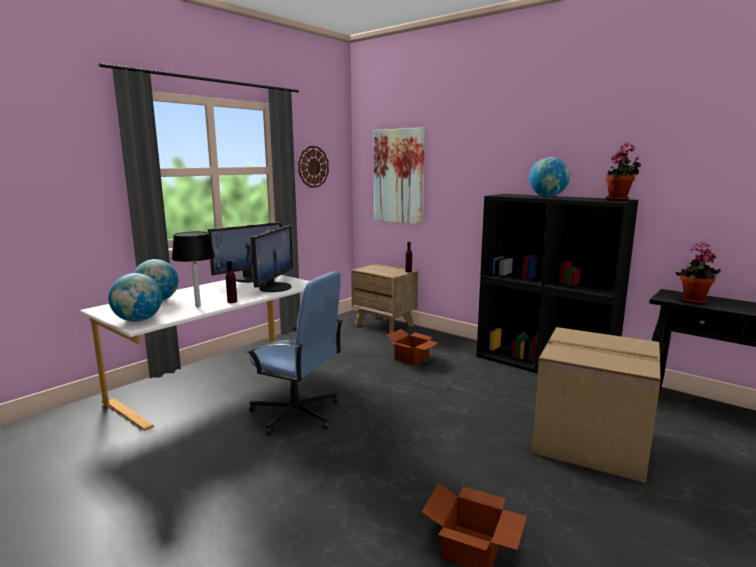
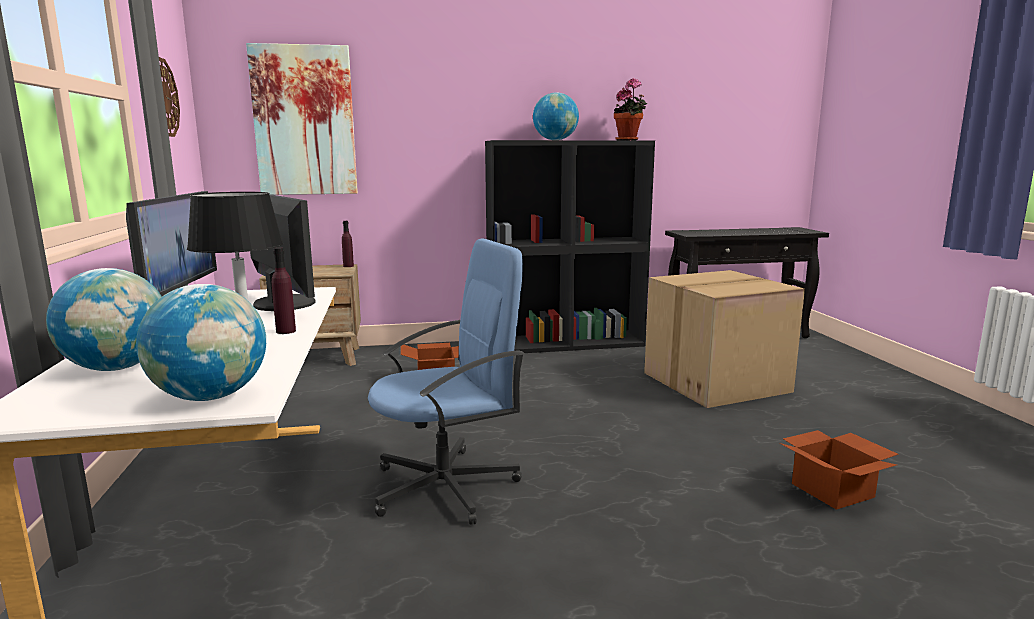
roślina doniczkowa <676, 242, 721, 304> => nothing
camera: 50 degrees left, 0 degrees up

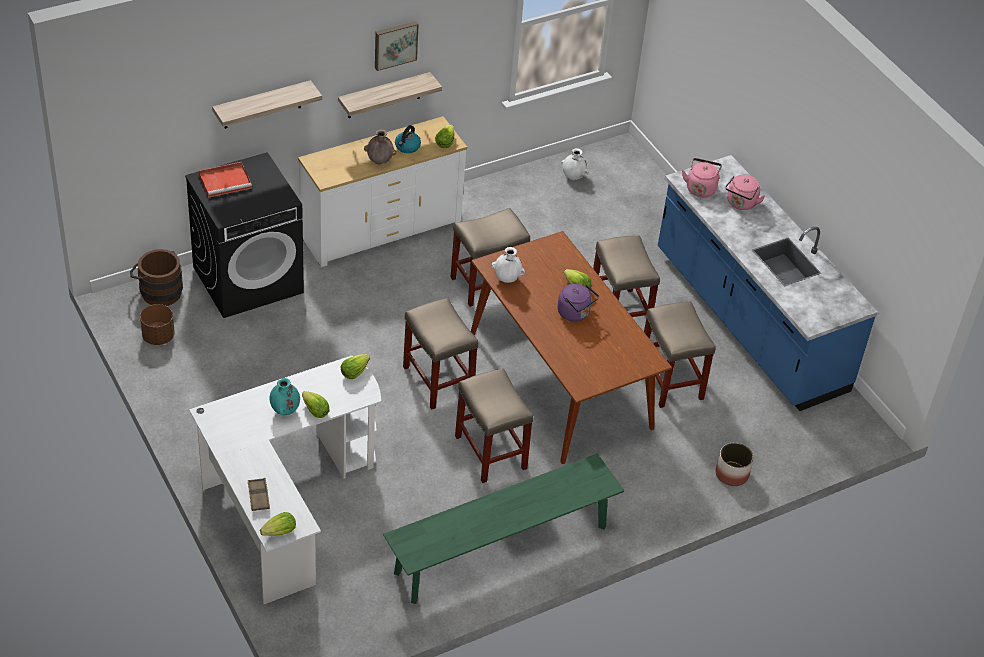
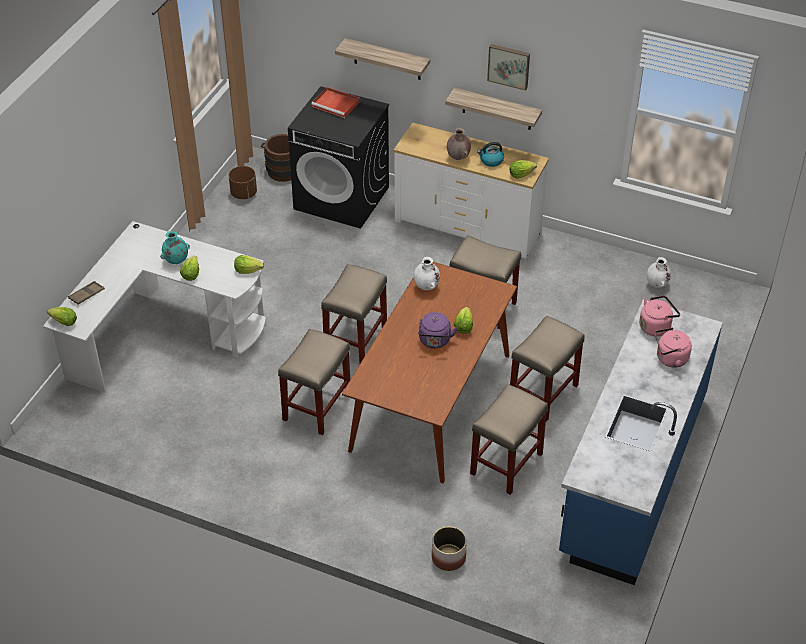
ławka/zielony <383, 454, 624, 604> => nothing
camera: 55 degrees right, 0 degrees up

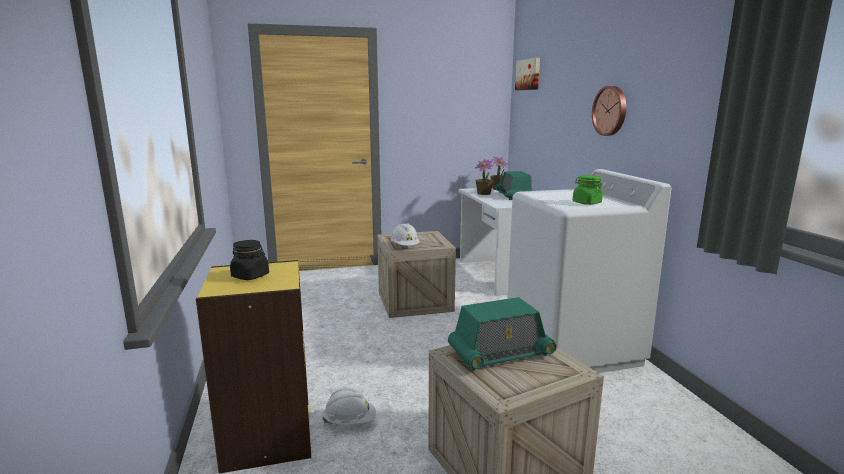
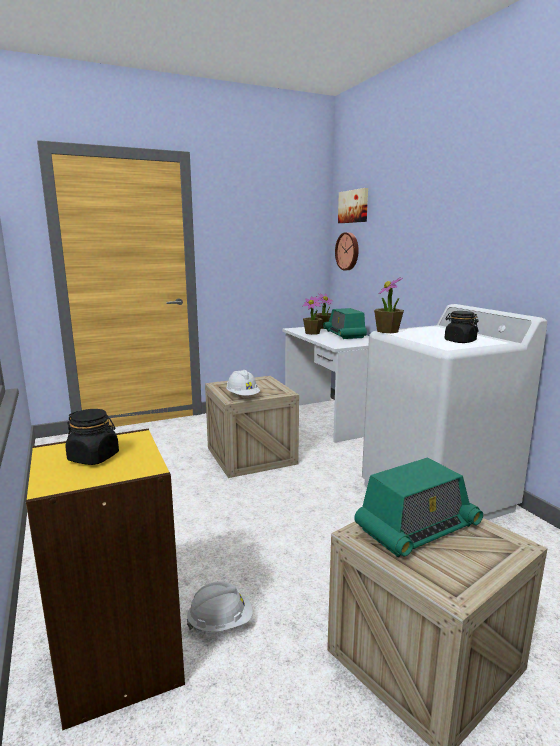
zegar ścienny <592, 86, 626, 136> => zegar ścienny <335, 232, 359, 270>, move
słoik/zielony <573, 175, 603, 205> => słoik/czarny <444, 311, 479, 343>
nothing => roślina doniczkowa <374, 278, 404, 333>
camera: 10 degrees left, 0 degrees up

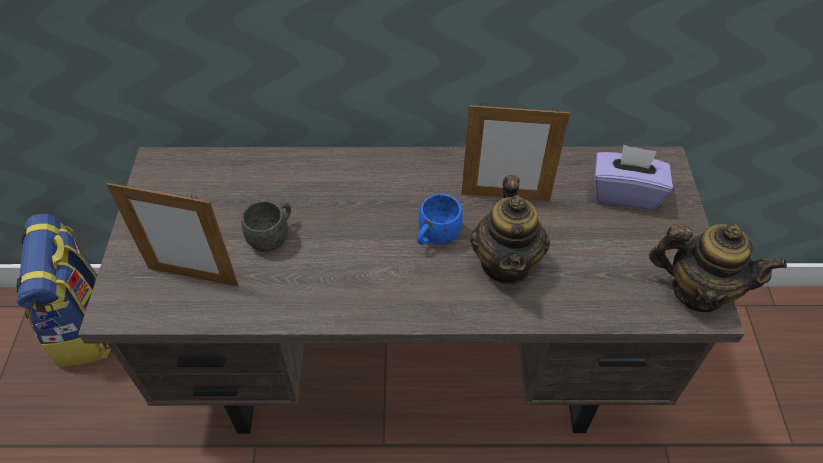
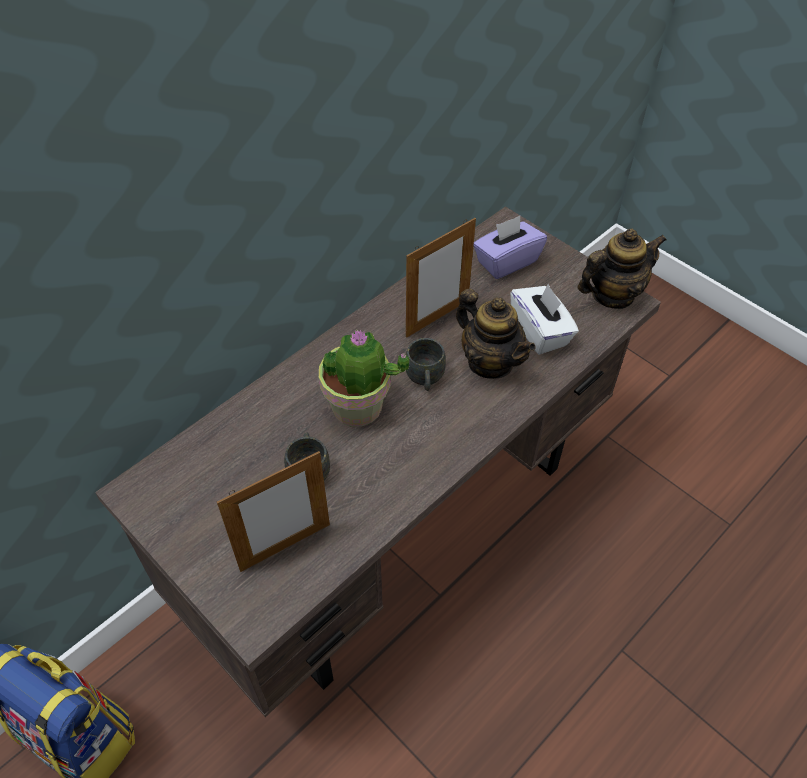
kubek/niebieski <417, 194, 463, 245> => kubek/szary <406, 338, 446, 391>
nothing => pudełko chusteczek/biały <510, 284, 579, 355>
nothing => roślina doniczkowa <319, 329, 409, 427>
camera: 45 degrees left, 0 degrees up

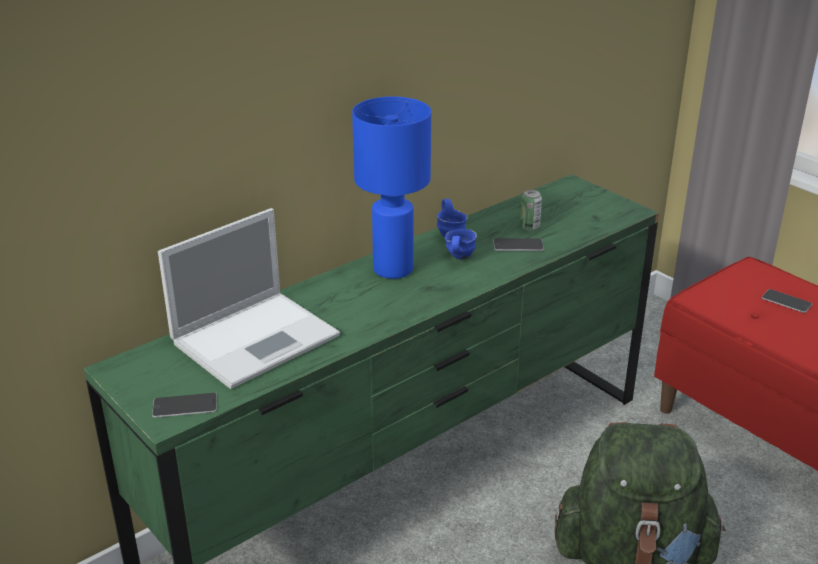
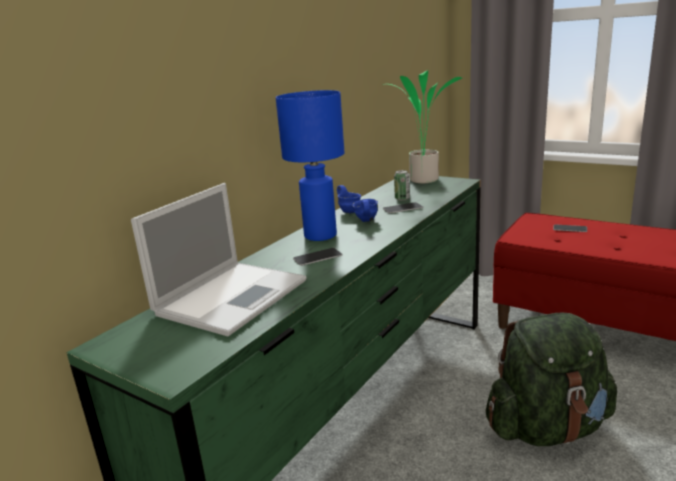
telefon <152, 393, 217, 418> => telefon <293, 248, 343, 266>, move
nothing => roślina doniczkowa <383, 70, 462, 183>
camera: 15 degrees left, 10 degrees down

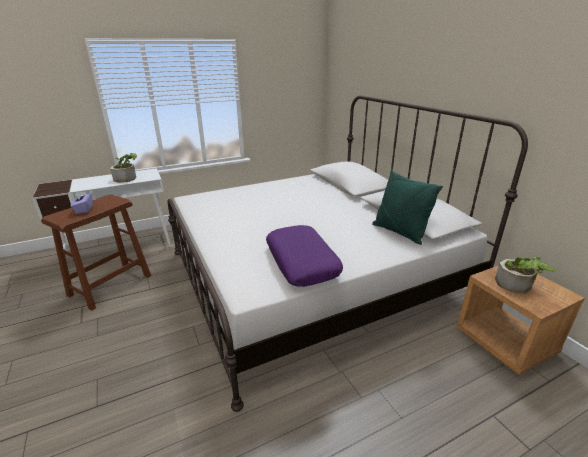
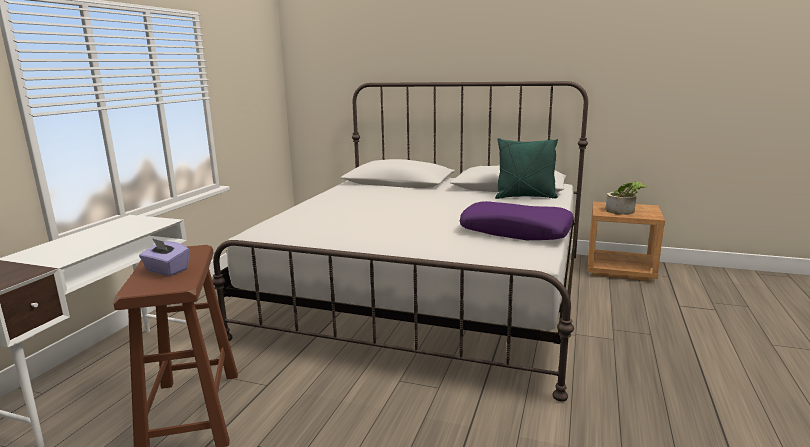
roślina doniczkowa <110, 153, 137, 183> => nothing
camera: 45 degrees left, 10 degrees down

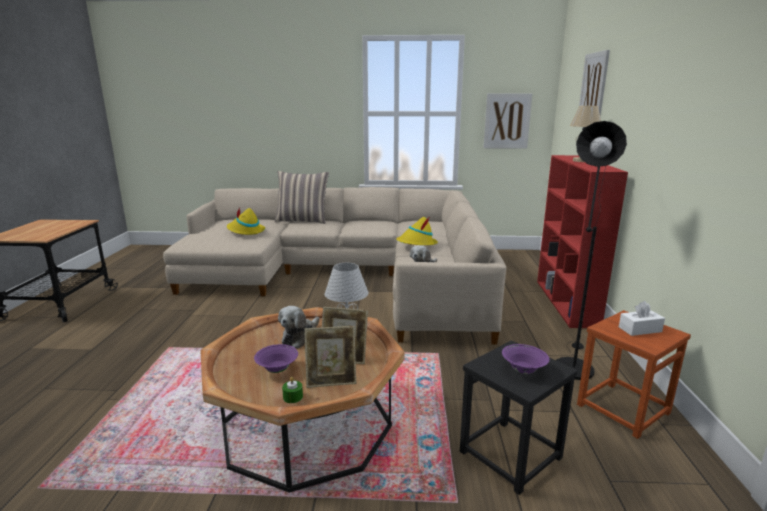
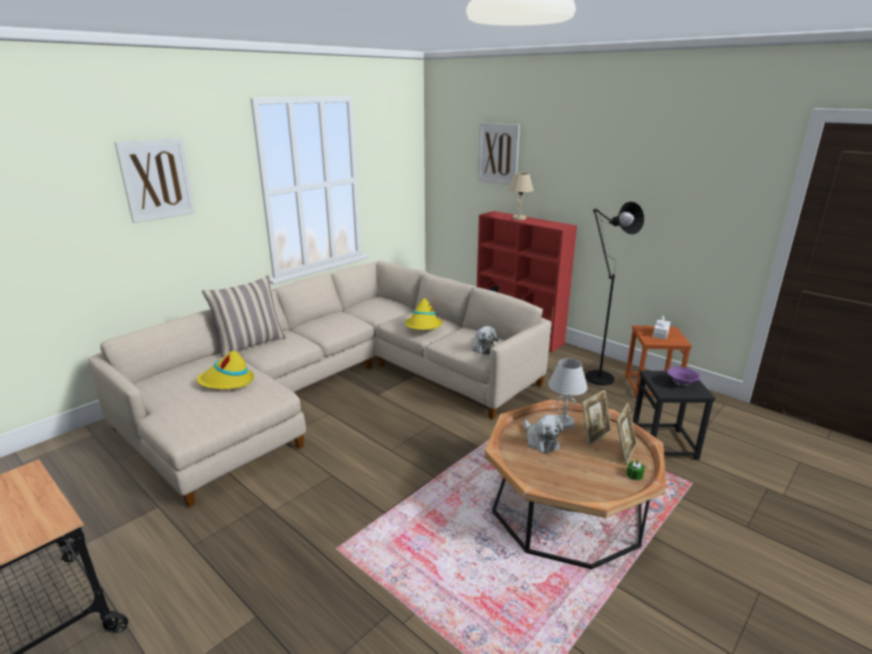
obraz <484, 93, 532, 149> => obraz <115, 138, 195, 223>, move
miska/fioletowy <254, 344, 298, 373> => nothing
camera: 50 degrees left, 5 degrees up

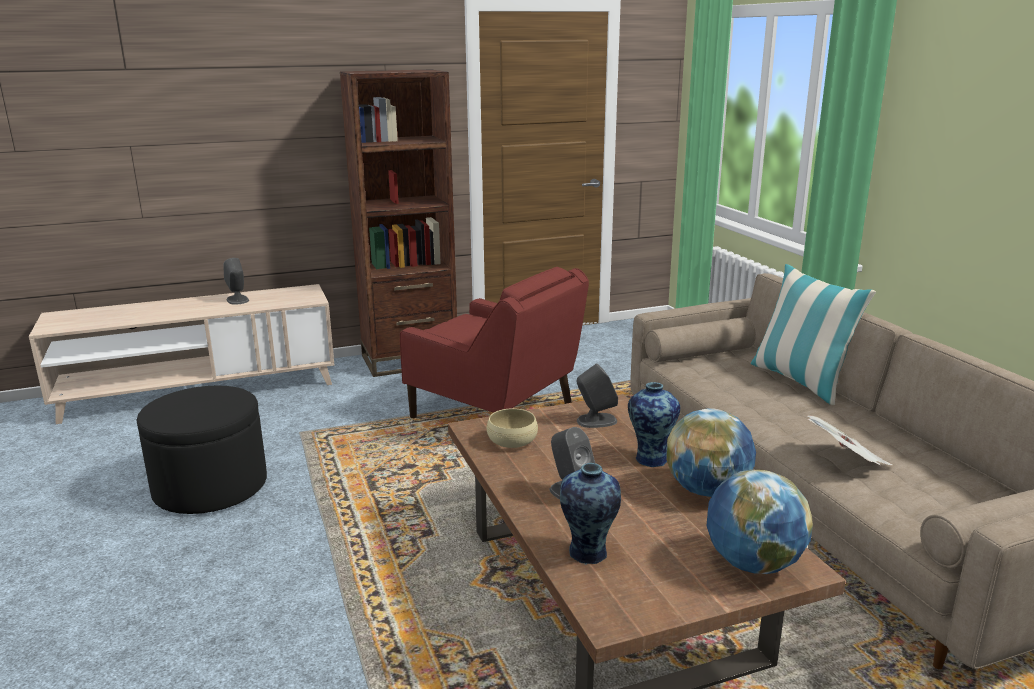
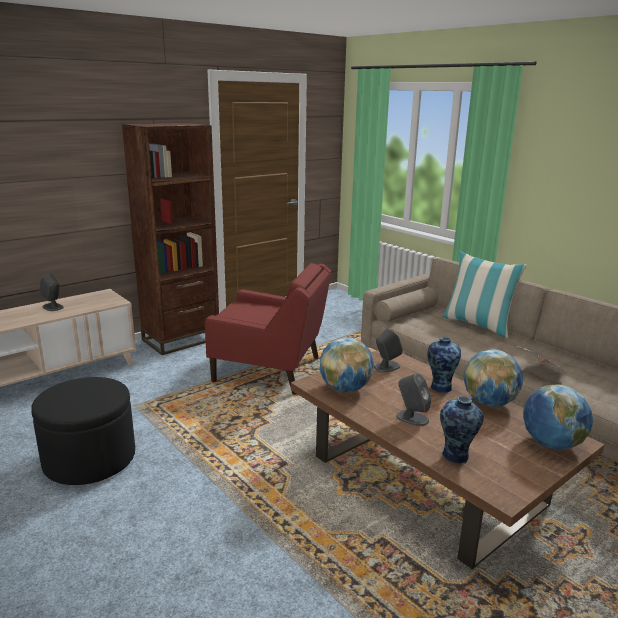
miska/beżowy <487, 408, 538, 448> => globus <320, 337, 374, 392>
camera: 20 degrees left, 0 degrees up

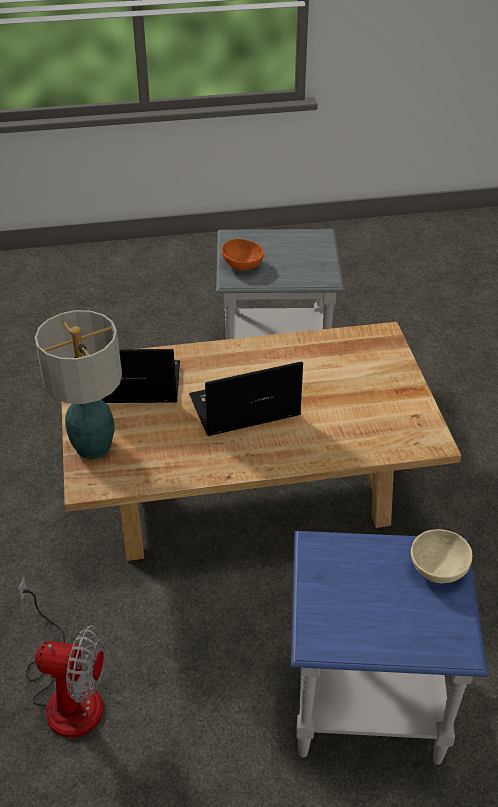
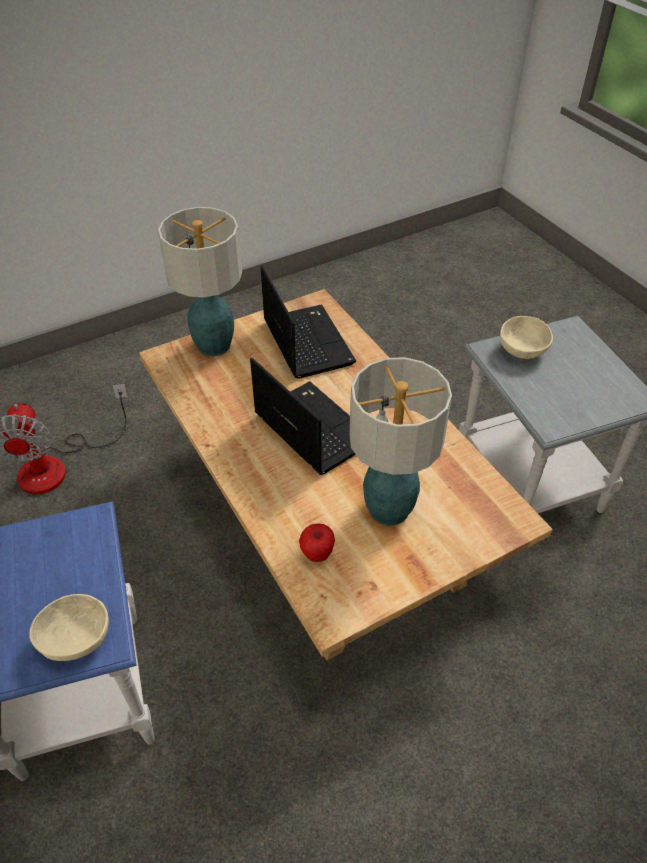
miska/pomarańczowy <221, 239, 264, 271> => miska/beżowy <500, 316, 553, 359>
nothing => lampa stołowa <349, 357, 452, 526>
nothing => jabłko <299, 523, 335, 562>
camera: 70 degrees right, 5 degrees up

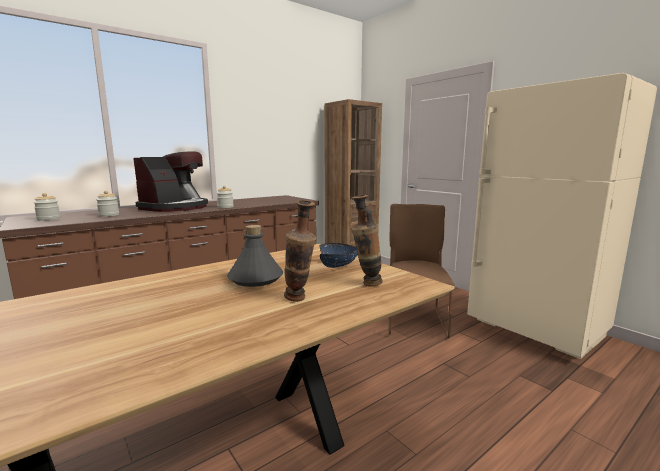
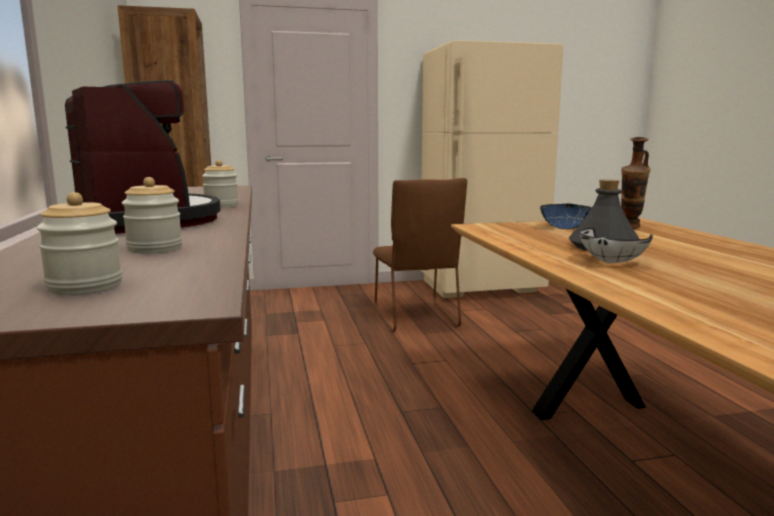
wazon <284, 200, 316, 302> => nothing
krzesło/brązowy <388, 204, 455, 338> => krzesło/brązowy <373, 178, 467, 332>, 135 degrees counterclockwise
nothing => miska/biały <579, 228, 653, 263>
camera: 65 degrees left, 0 degrees up

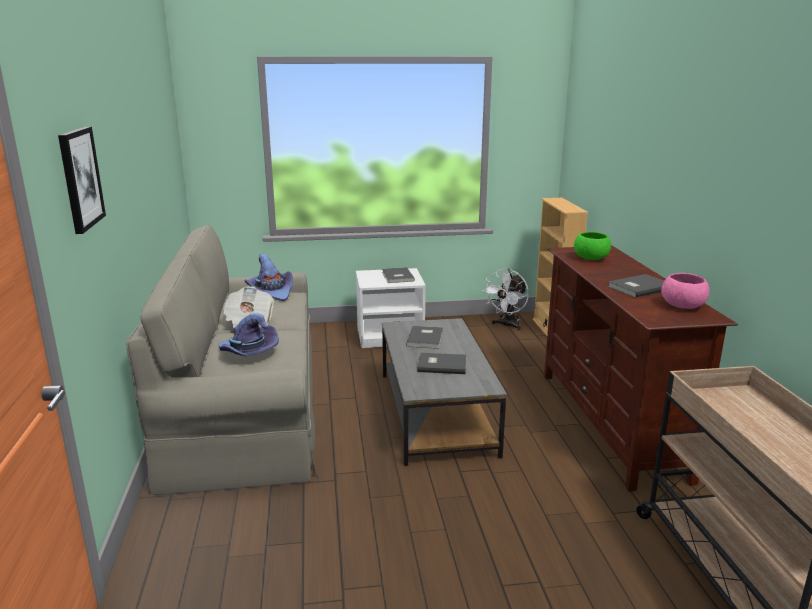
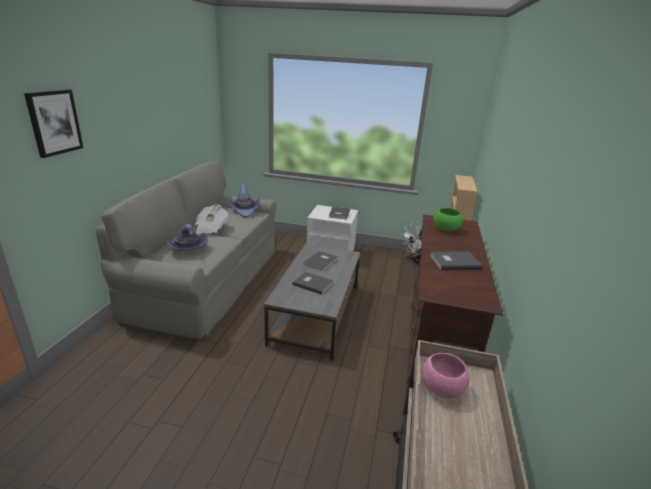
miska/różowy <661, 273, 709, 309> => miska/różowy <421, 353, 470, 398>, move
camera: 20 degrees right, 5 degrees up

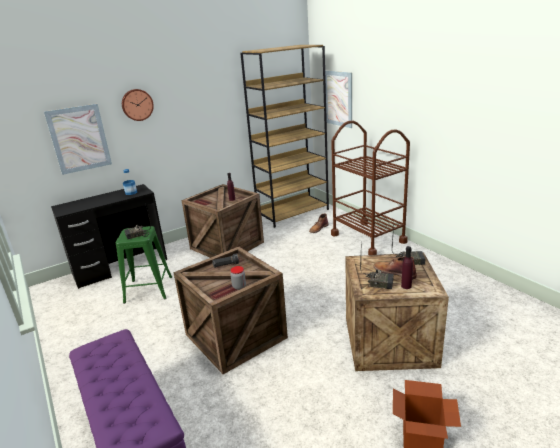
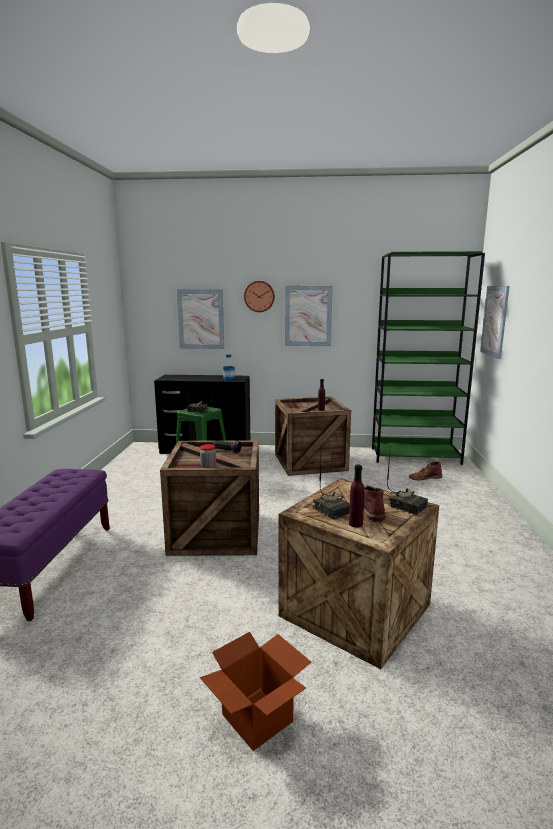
regał/brązowy <240, 45, 329, 228> => regał/zielony <372, 251, 485, 465>
wózek/brązowy <331, 121, 410, 255> => nothing
nothing => obraz <285, 286, 333, 346>
camera: 35 degrees right, 10 degrees down

